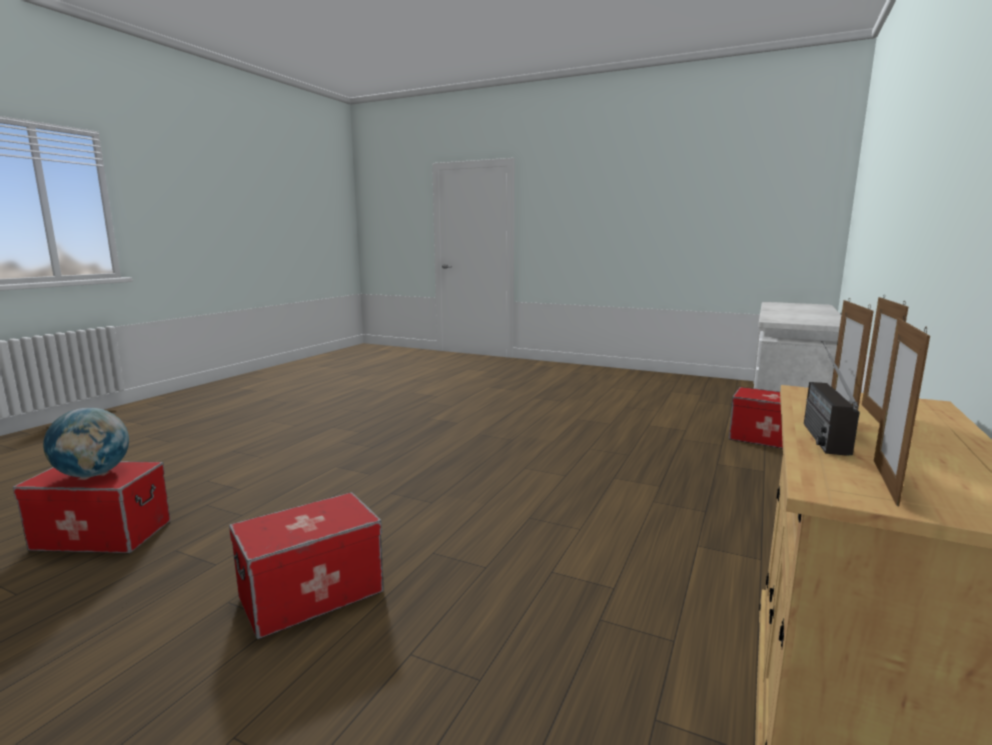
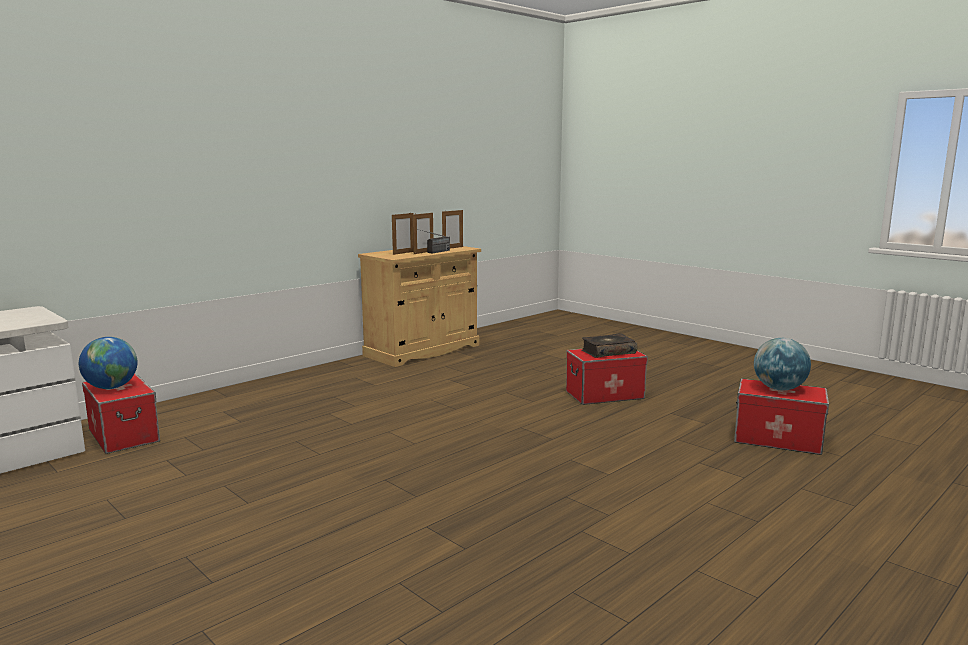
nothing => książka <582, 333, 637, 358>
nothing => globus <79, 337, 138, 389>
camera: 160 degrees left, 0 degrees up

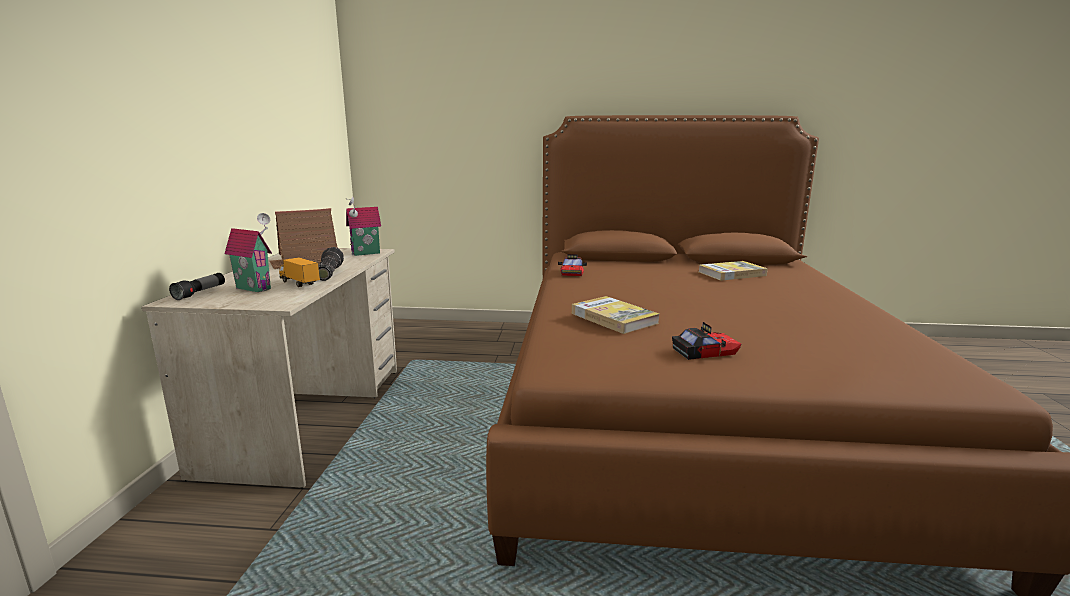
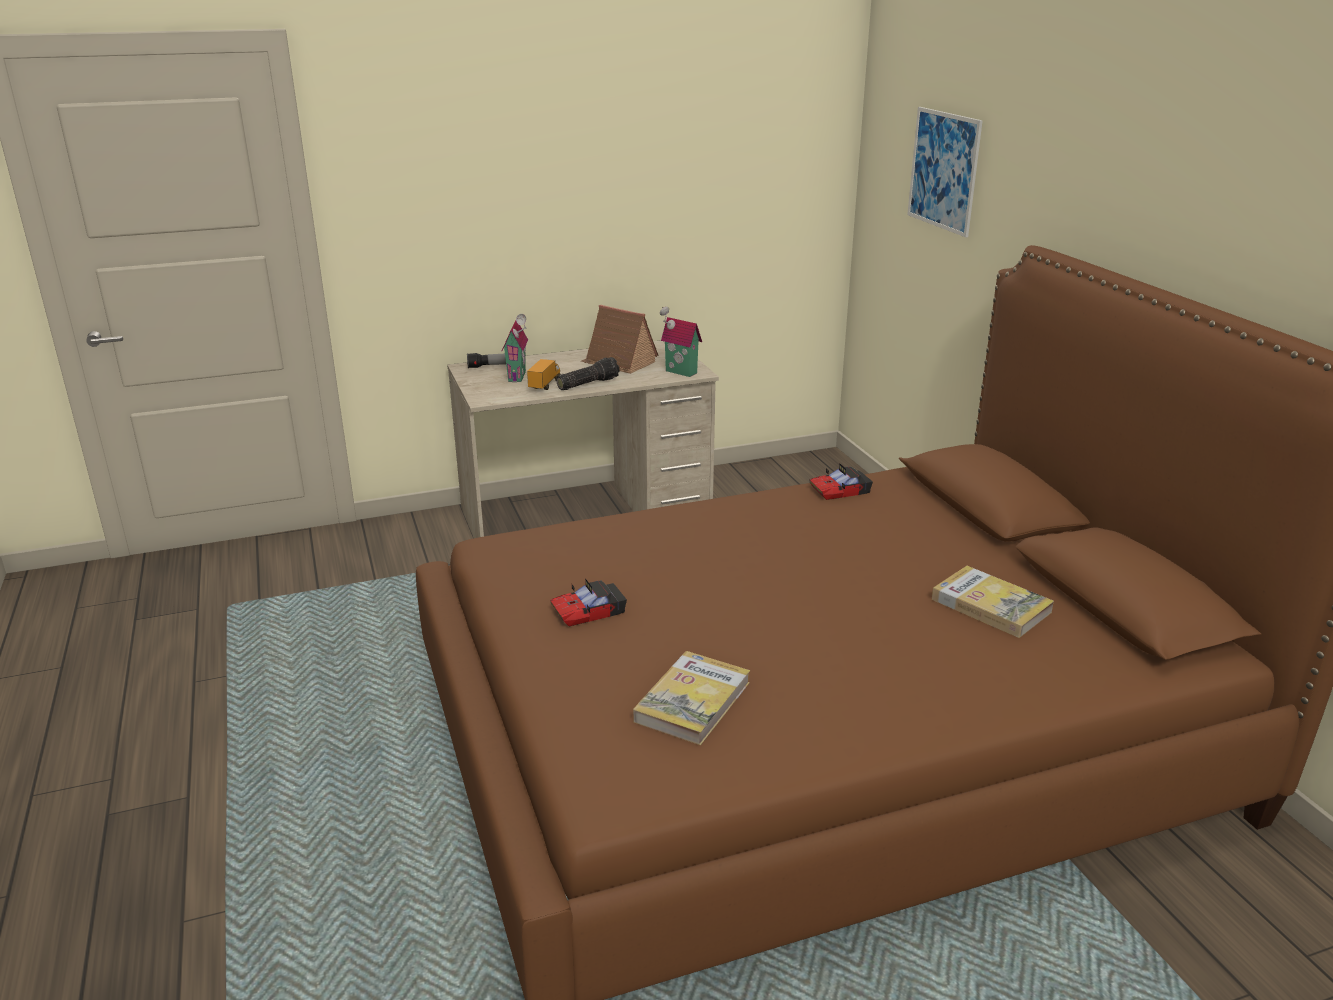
książka <572, 296, 659, 334> => książka <633, 651, 750, 746>, move
samochodzik <672, 322, 741, 360> => samochodzik <550, 578, 627, 627>, 105 degrees clockwise
nothing => obraz <907, 107, 982, 237>
camera: 65 degrees right, 10 degrees up

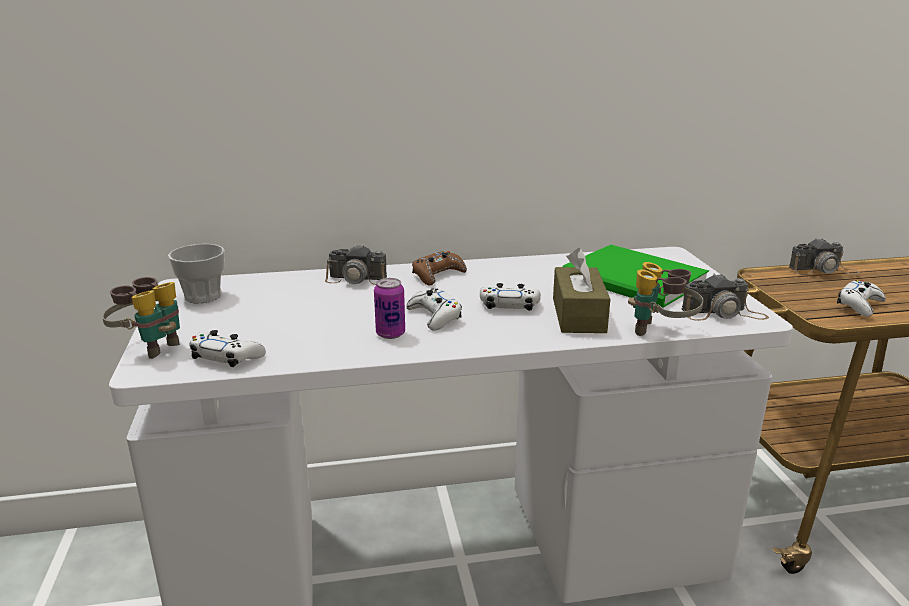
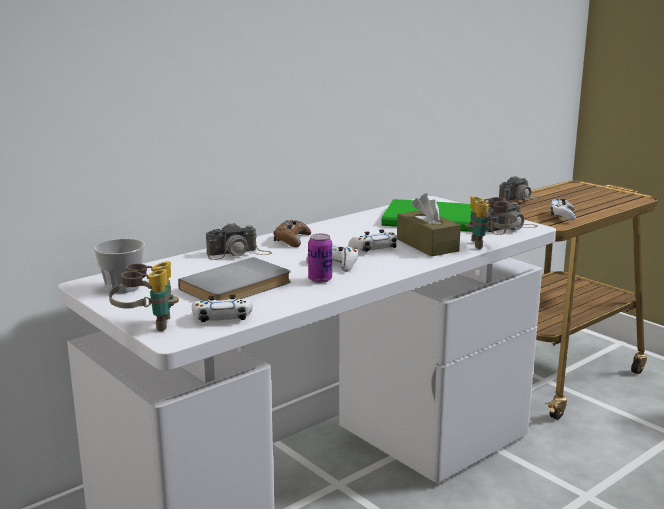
nothing => książka/szary <178, 257, 291, 301>
camera: 30 degrees left, 5 degrees down

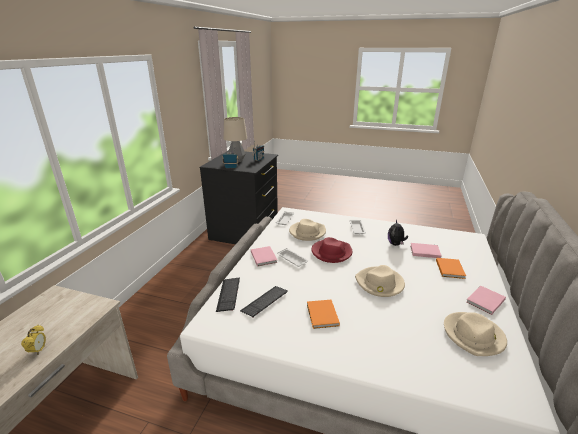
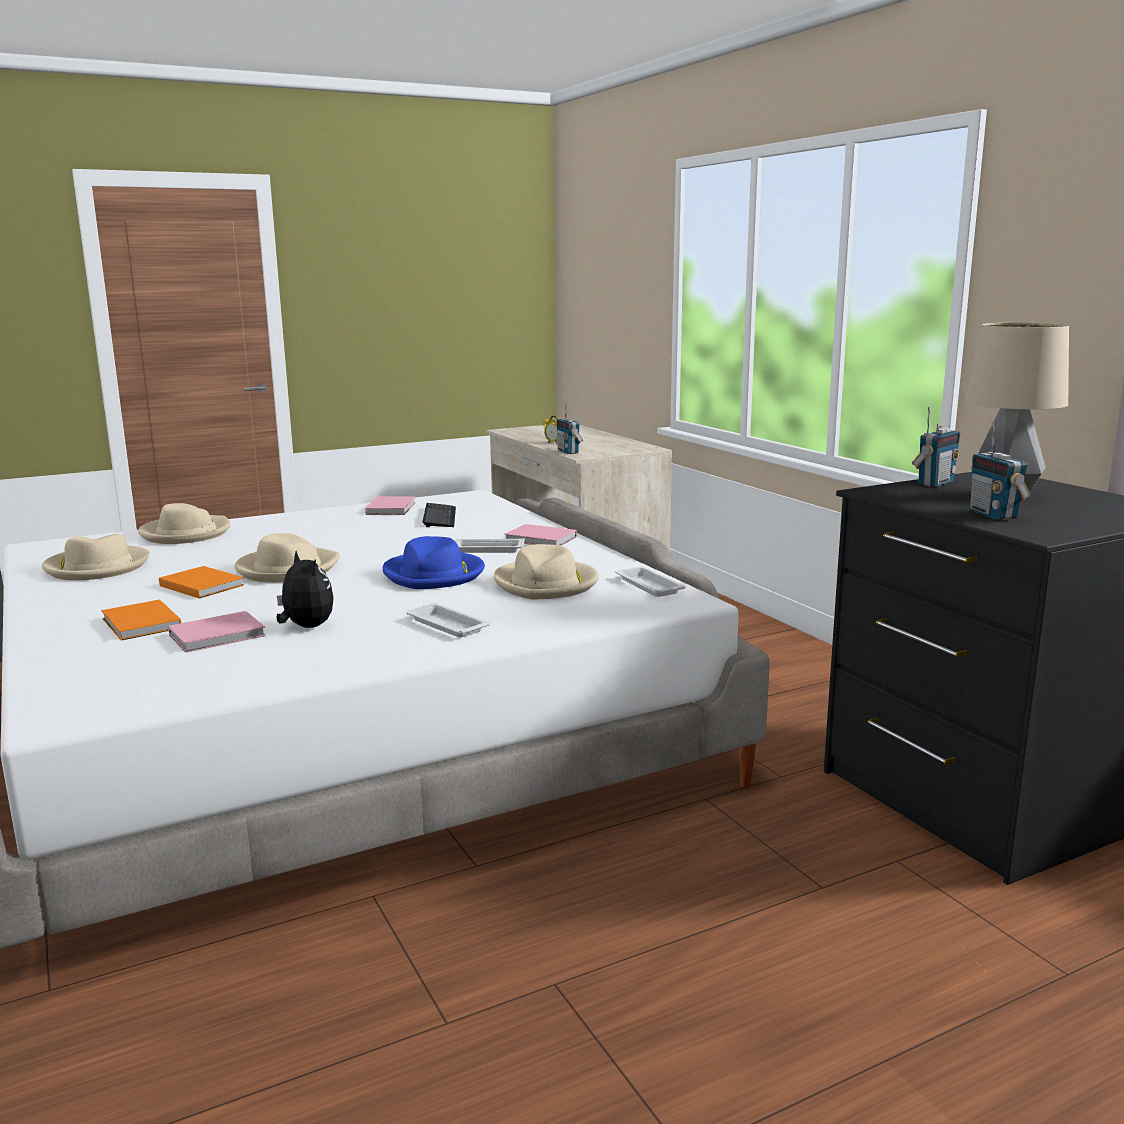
kapelusz/czerwony <311, 237, 352, 263> => kapelusz/niebieski <383, 536, 485, 589>
klawiatura <216, 278, 240, 312> => nothing
książka/różowy <466, 286, 506, 315> => książka/różowy <365, 496, 416, 515>, move
książka/pomarańczowy <307, 300, 340, 329> => książka/pomarańczowy <159, 566, 244, 599>, move
nothing => radio <557, 401, 583, 454>
nothing => kapelusz/beżowy <138, 503, 231, 544>
camera: 135 degrees right, 10 degrees down

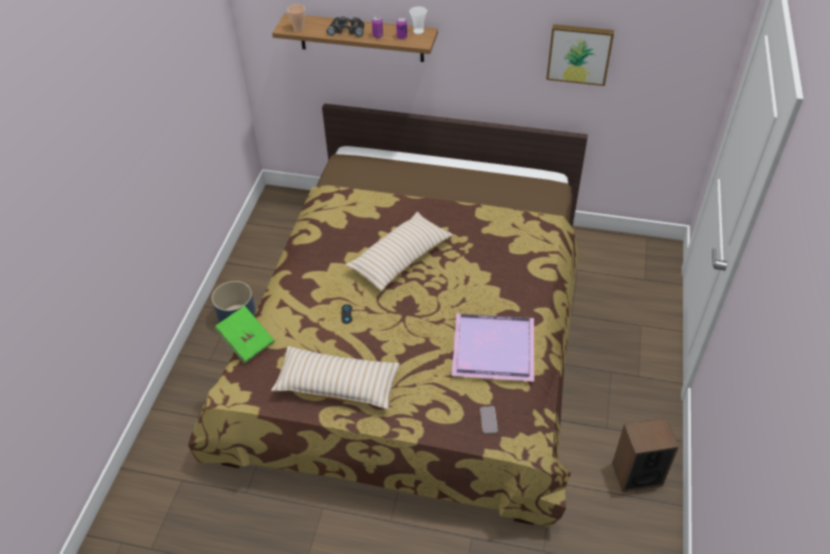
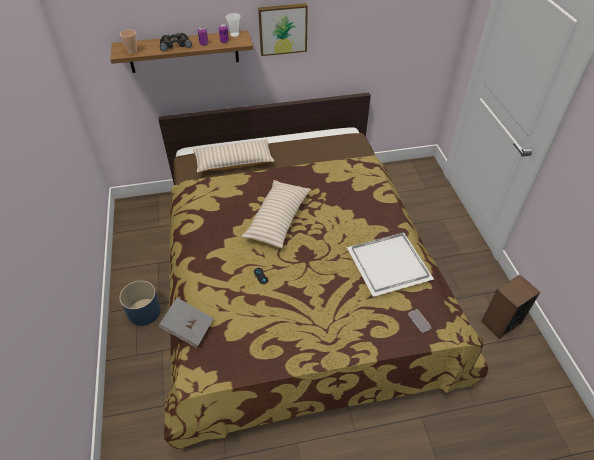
obraz <546, 24, 614, 86> => obraz <258, 3, 308, 56>, move
książka/zielony <215, 306, 275, 364> => książka/szary <158, 298, 214, 348>
taca/fioletowy <452, 313, 534, 382> => taca/biały <347, 233, 434, 297>
poduszka/beżowy <271, 346, 400, 410> => poduszka/beżowy <193, 139, 274, 173>, move
camera: 25 degrees left, 0 degrees up

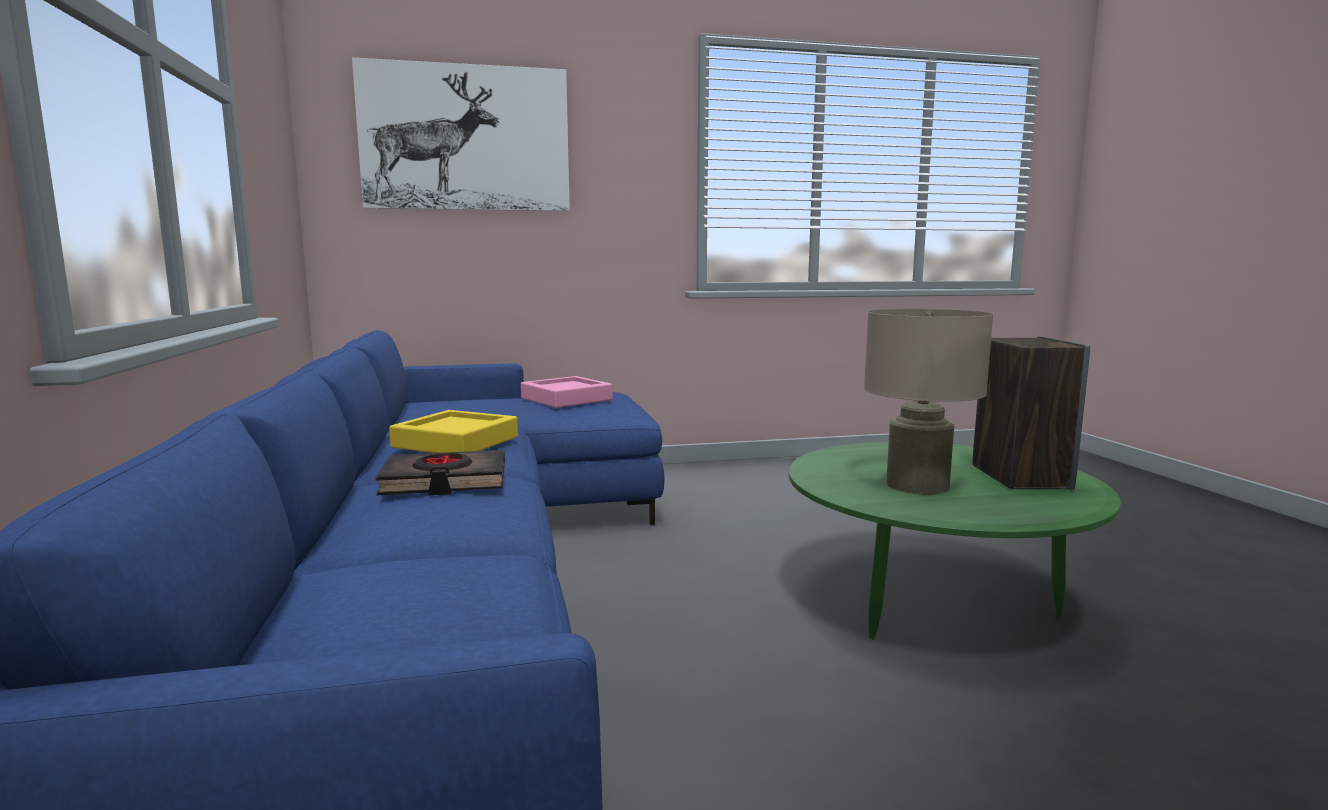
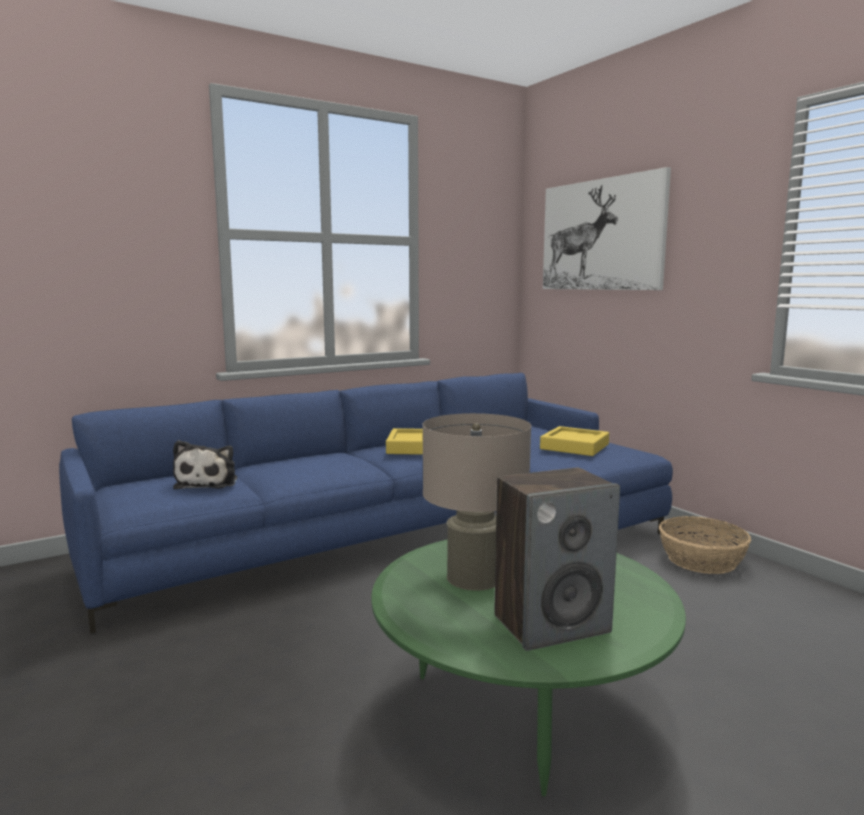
taca/różowy <521, 376, 613, 408> => taca/żółty <540, 426, 609, 456>
książka/czarny <376, 450, 505, 495> => nothing
nothing => pluszak <173, 440, 237, 489>
nothing => koszyk <659, 516, 751, 574>
camera: 70 degrees right, 0 degrees up

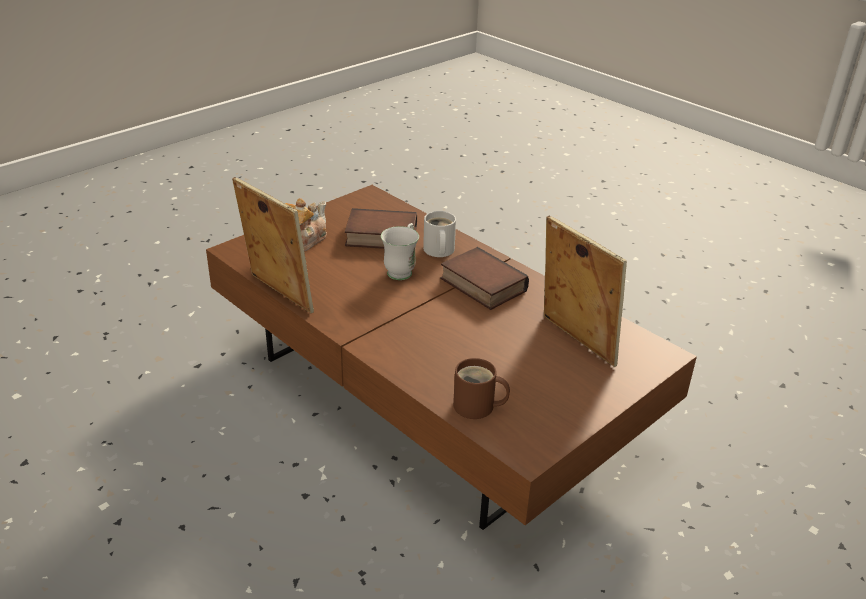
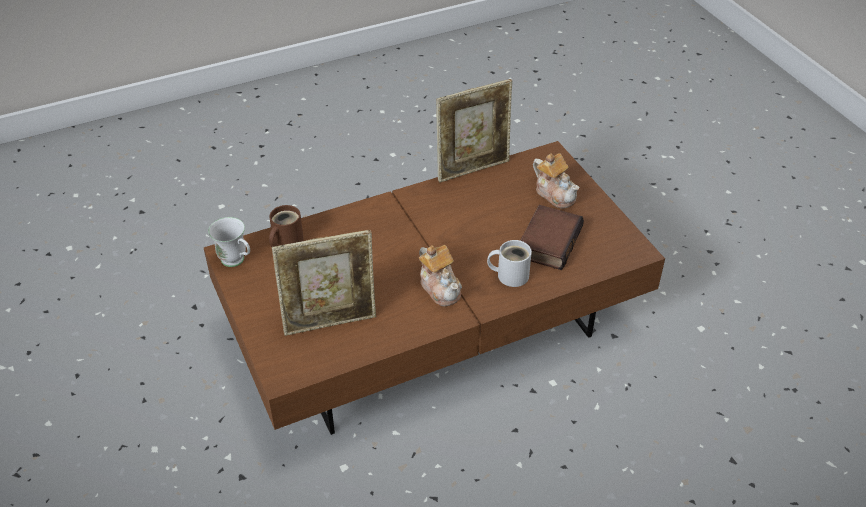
kubek/biały <381, 223, 419, 280> => kubek/biały <208, 217, 250, 267>, move
książka <441, 247, 529, 310> => imbryk <418, 245, 462, 306>
camera: 110 degrees right, 10 degrees up

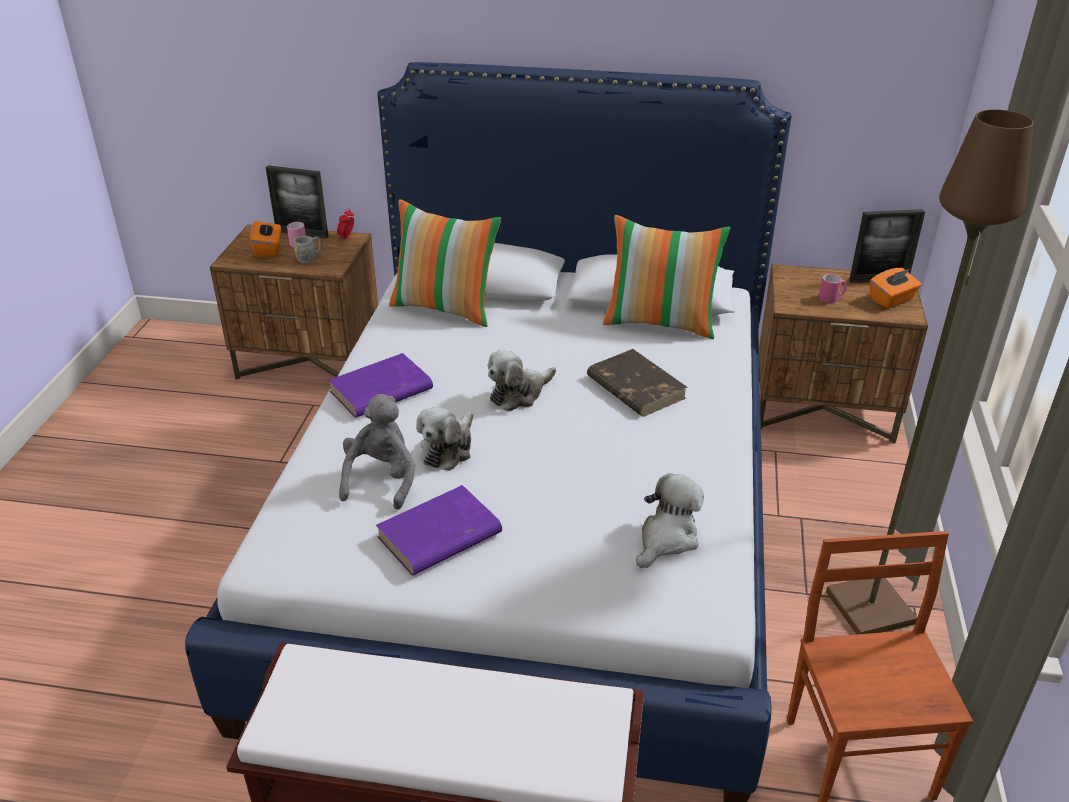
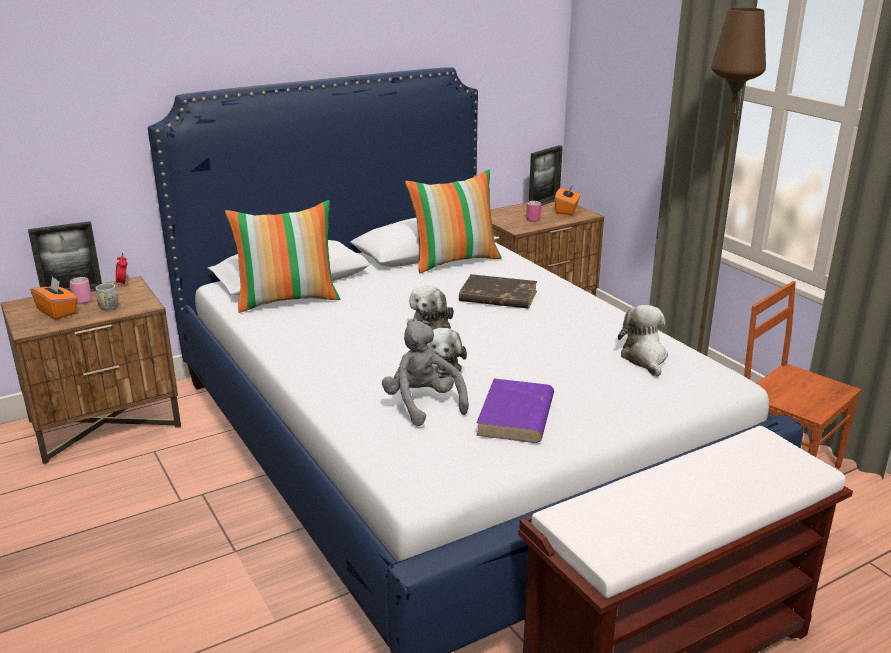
książka/fioletowy <328, 353, 433, 418> => nothing
camera: 40 degrees left, 10 degrees down

